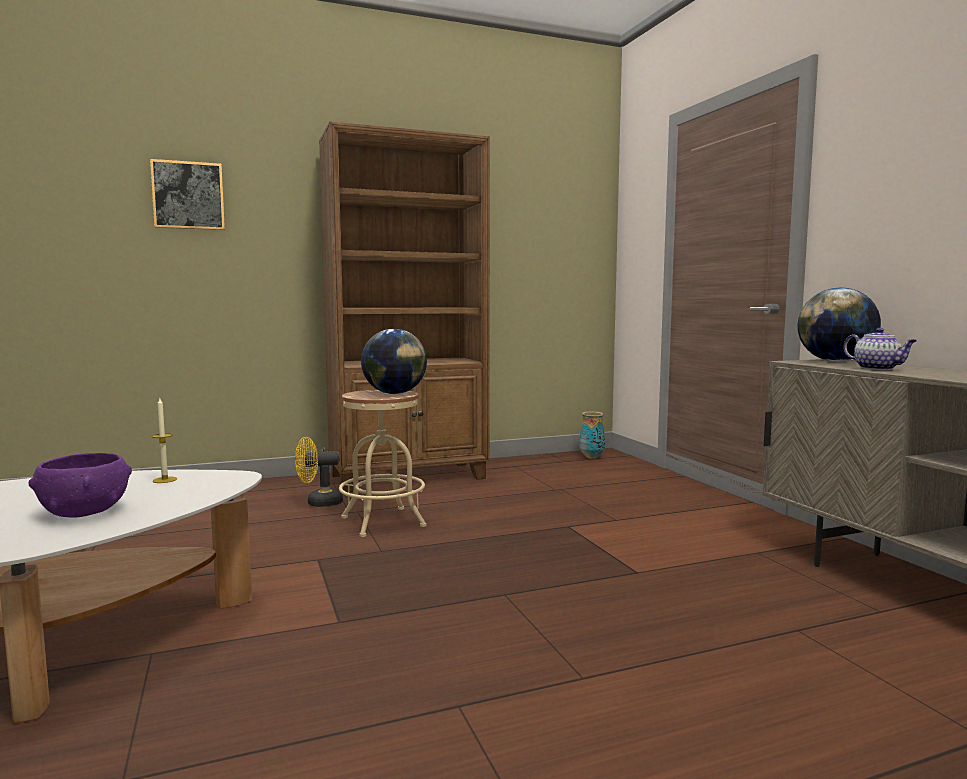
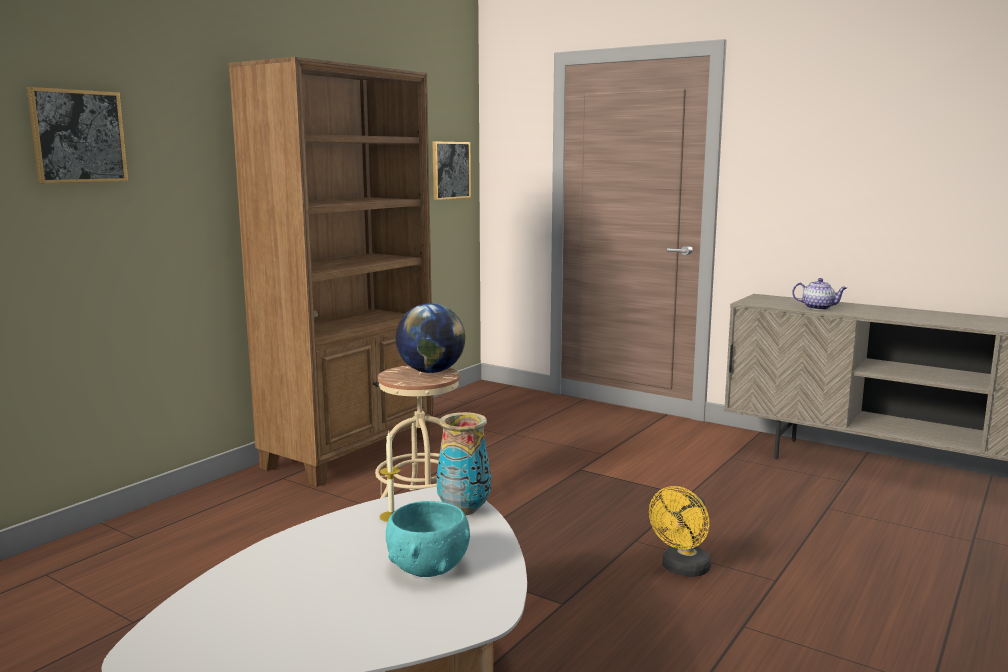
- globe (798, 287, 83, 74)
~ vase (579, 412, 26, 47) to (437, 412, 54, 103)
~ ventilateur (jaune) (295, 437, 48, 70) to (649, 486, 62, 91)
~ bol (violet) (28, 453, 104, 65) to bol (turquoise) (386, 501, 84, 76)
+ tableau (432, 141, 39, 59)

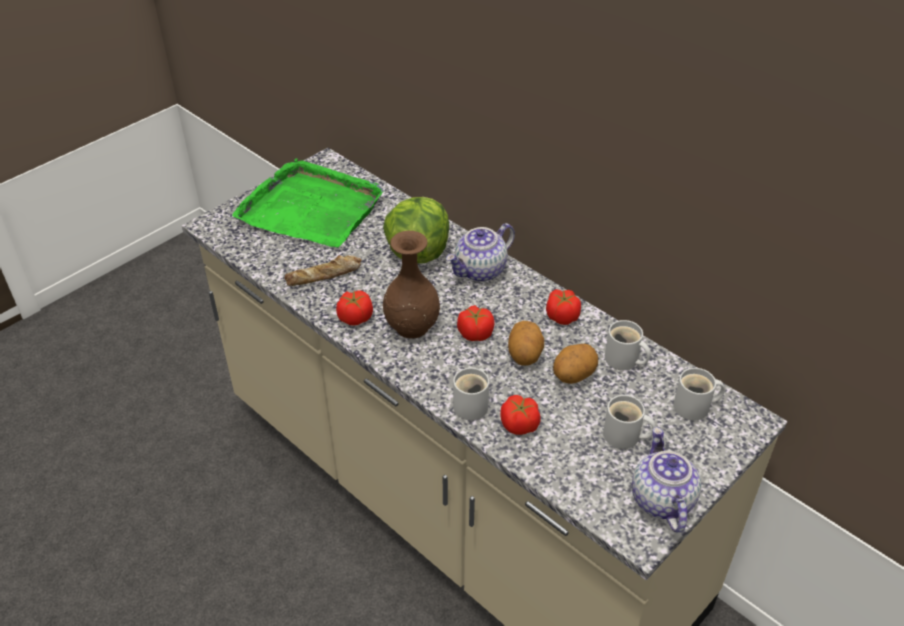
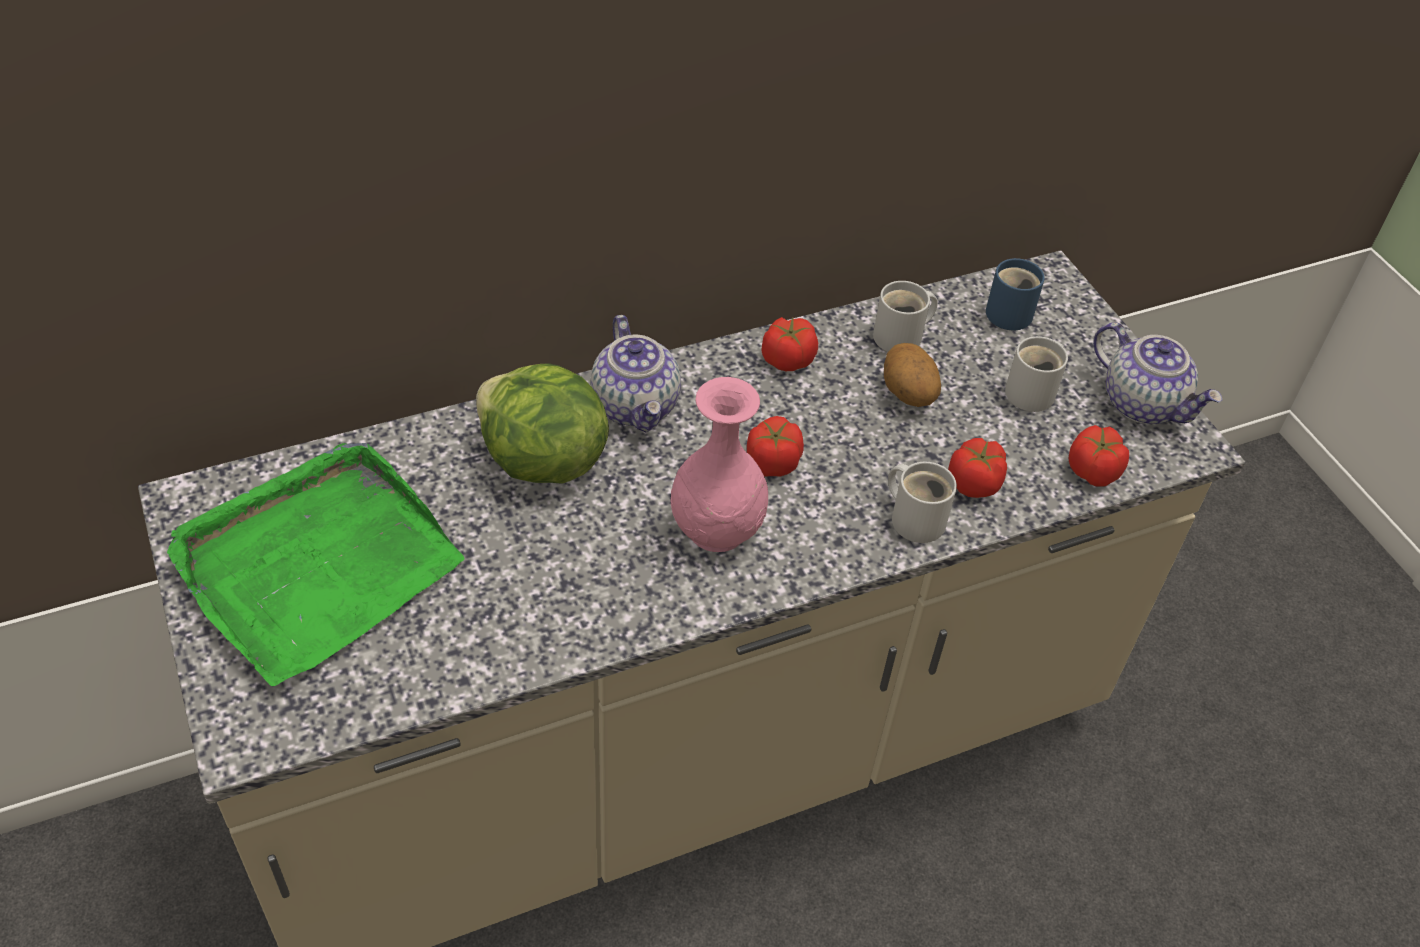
~ vase (marron) (383, 231, 57, 107) to vase (rose) (671, 377, 97, 175)
- pain (285, 255, 76, 31)
~ tomate (336, 290, 37, 35) to (1069, 425, 60, 62)
- pomme de terre (508, 321, 36, 45)
~ mug (blanc) (673, 368, 52, 52) to mug (bleu) (986, 258, 59, 72)
~ théière (632, 427, 69, 106) = (1093, 322, 129, 102) 150 degrees counterclockwise

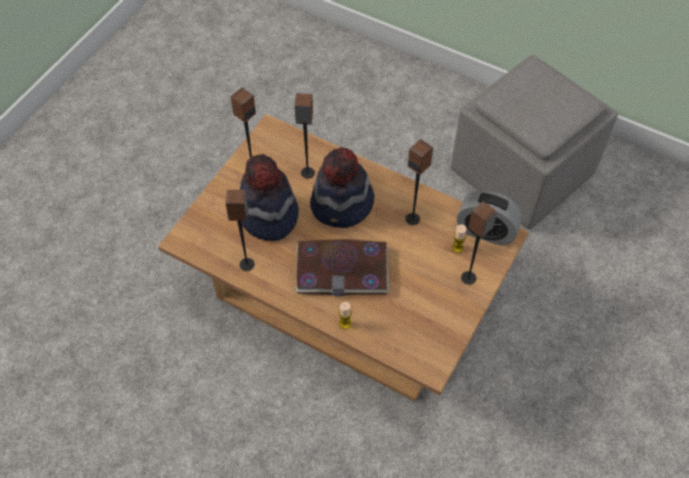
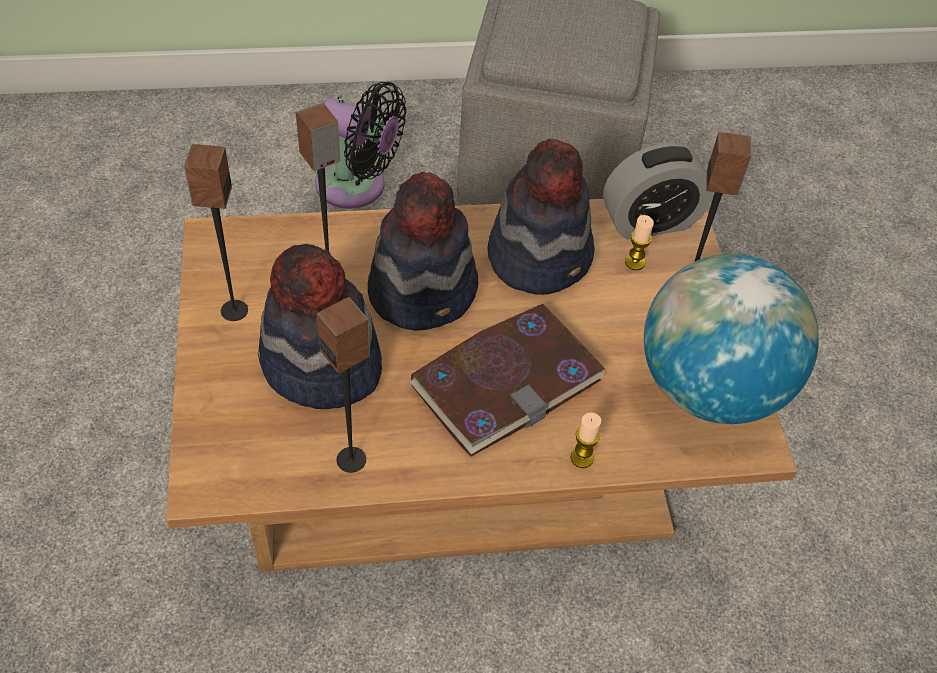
~ enceinte (406, 139, 27, 86) to chapeau (488, 139, 107, 156)
+ ventilateur (noir) (315, 82, 92, 127)
+ globe (644, 254, 175, 170)

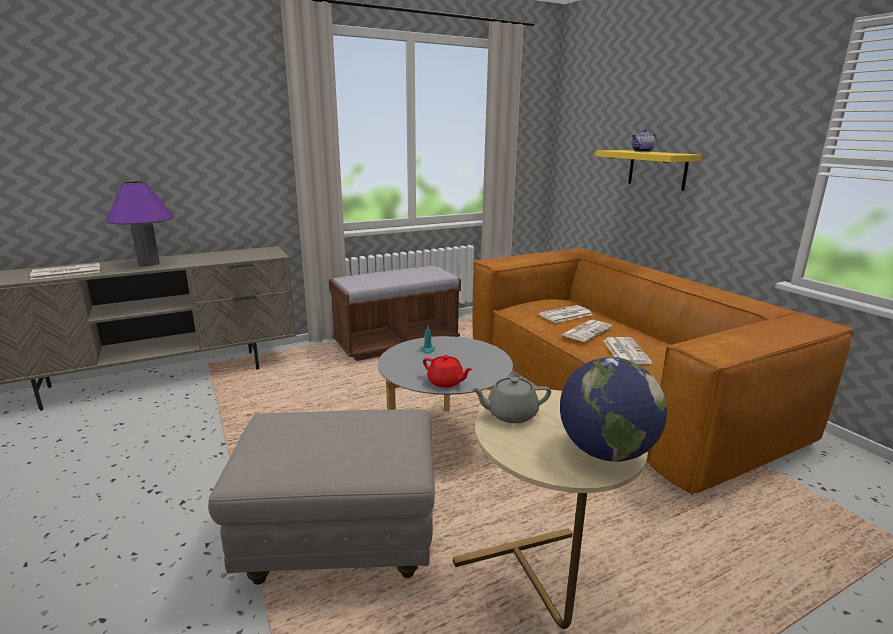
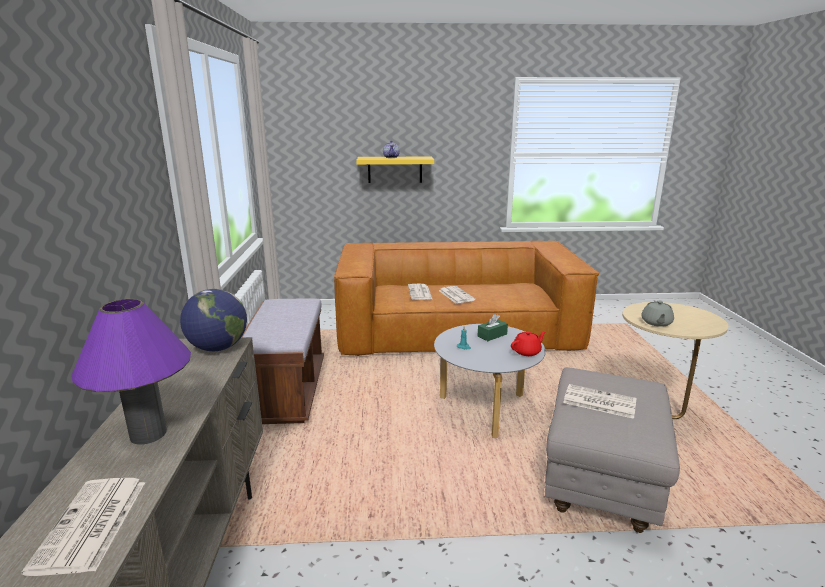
~ journal (603, 337, 49, 27) to (563, 384, 73, 35)
~ globe (560, 357, 107, 105) to (180, 289, 67, 62)
+ boîte à mouchoirs (vert) (478, 314, 30, 27)

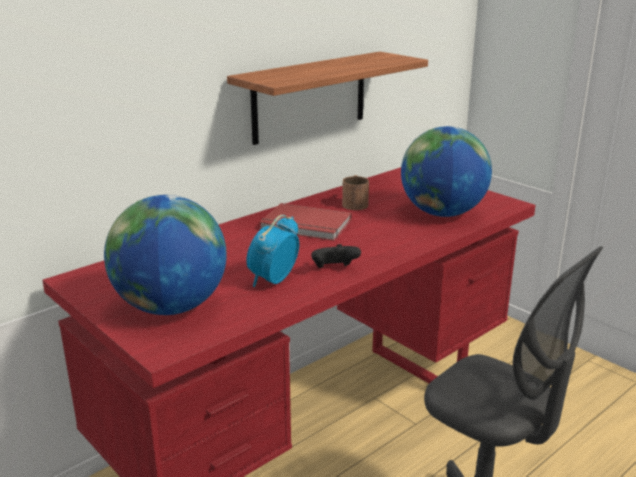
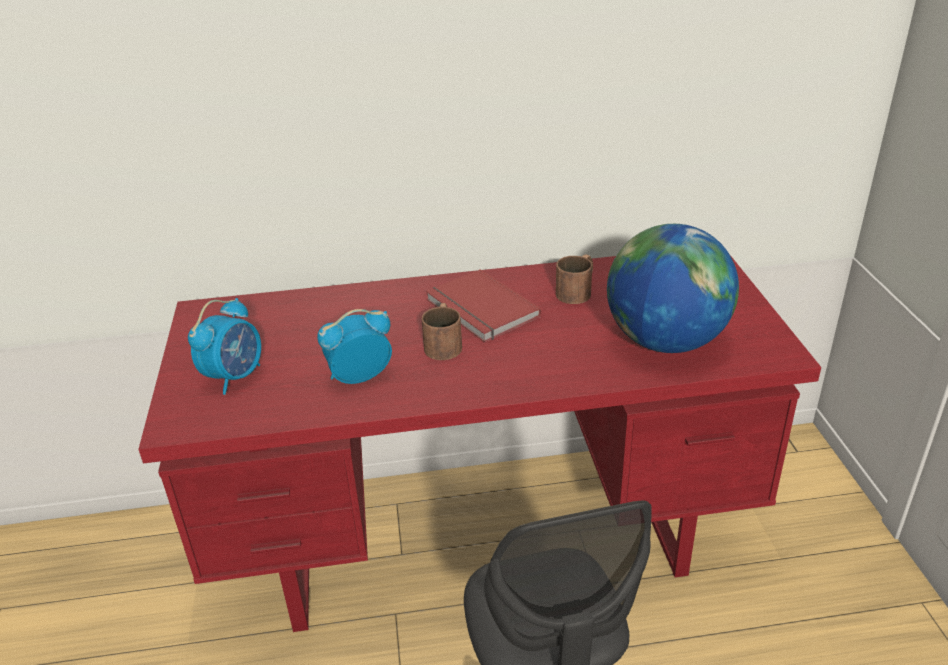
- étagère (227, 52, 201, 93)
~ globe (104, 195, 123, 120) to réveil (188, 298, 73, 97)
- manette (noir) (311, 244, 50, 24)
+ mug (marron) (422, 303, 40, 57)

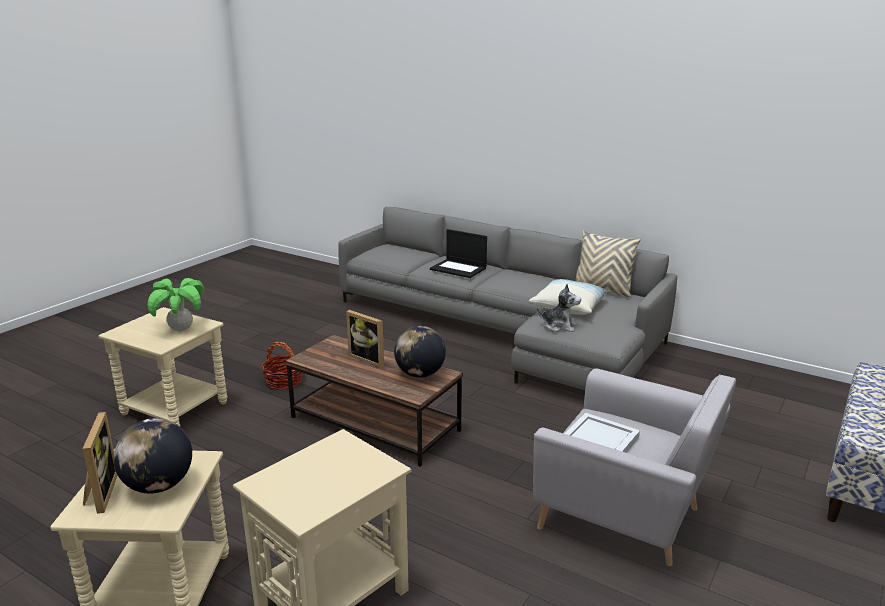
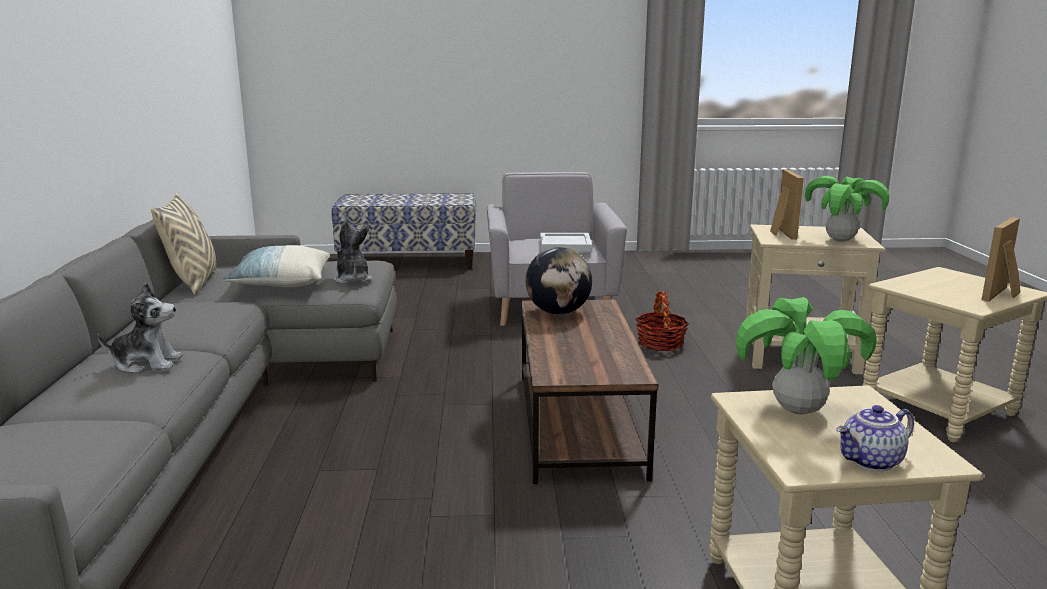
~ ordinateur portable (430, 229, 57, 49) to peluche (97, 283, 86, 91)
~ cadre photo (346, 310, 38, 58) to (770, 169, 34, 71)
~ panier (262, 342, 40, 48) to (636, 291, 53, 60)
- globe (113, 418, 79, 75)
+ plante en pot (805, 176, 84, 66)
+ théière (836, 405, 78, 66)

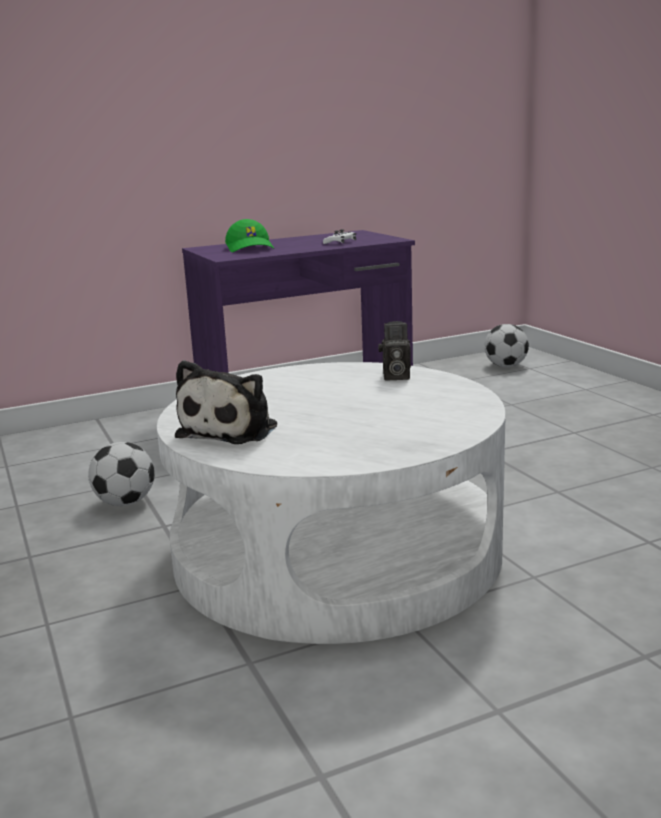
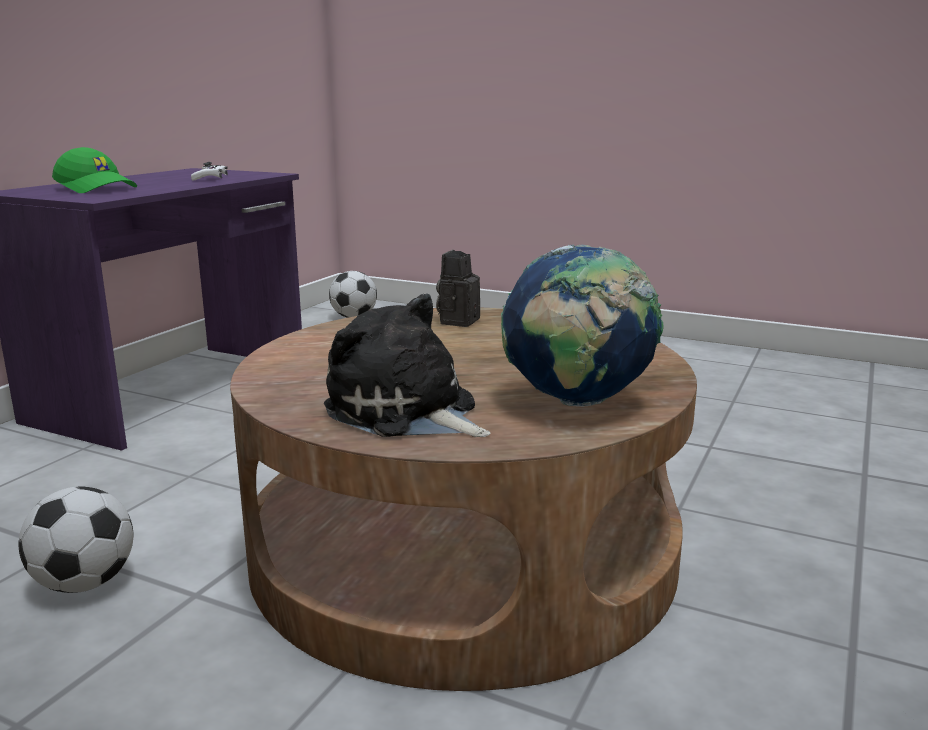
~ appareil photo (378, 321, 33, 59) = (436, 250, 44, 77) 150 degrees clockwise
~ peluche (175, 360, 102, 84) = (324, 293, 166, 144) 150 degrees clockwise
~ table basse (blanc) (157, 362, 349, 282) to table basse (marron) (230, 308, 467, 383)
+ globe (501, 244, 163, 163)

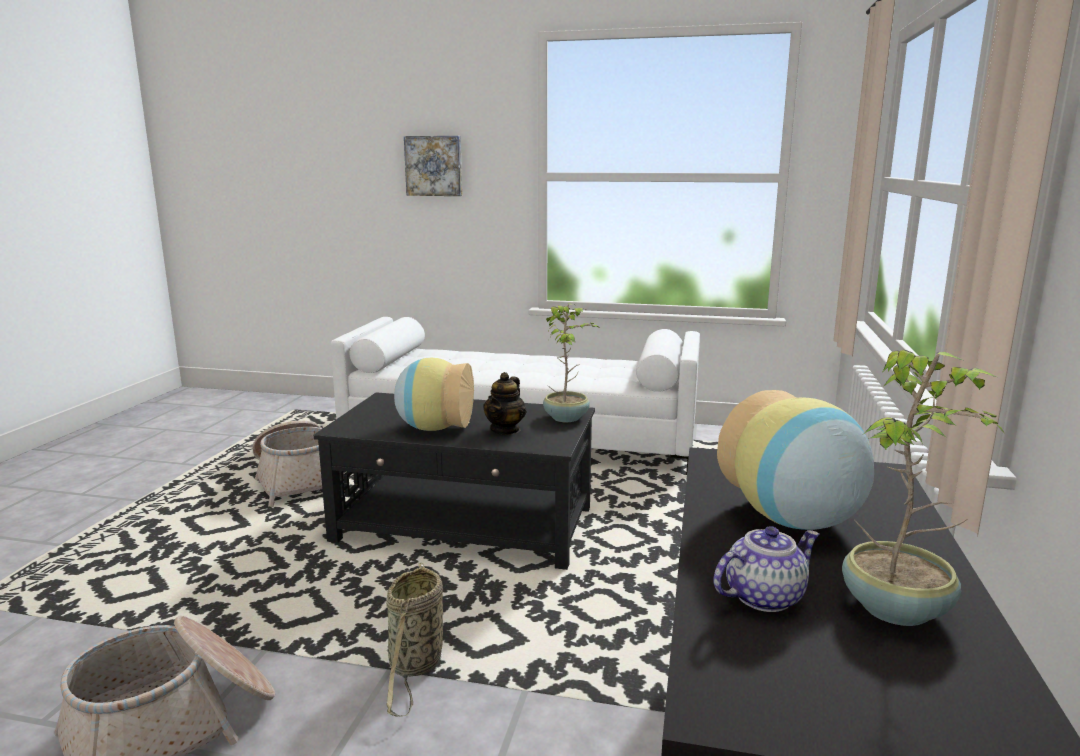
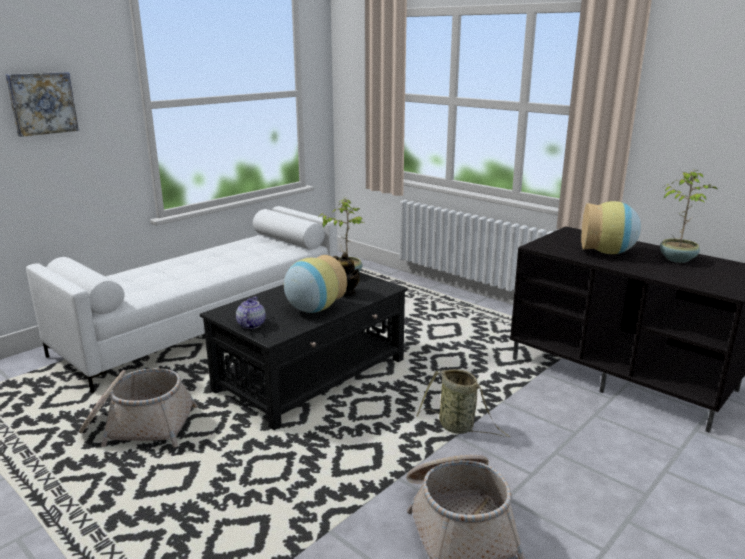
~ théière (713, 526, 106, 86) to (236, 297, 30, 32)

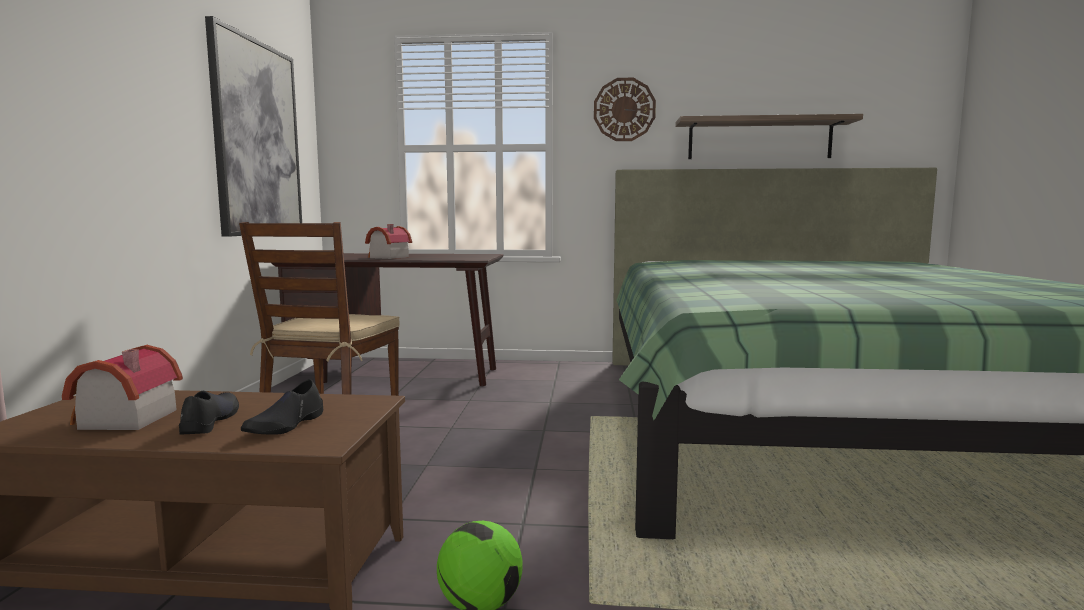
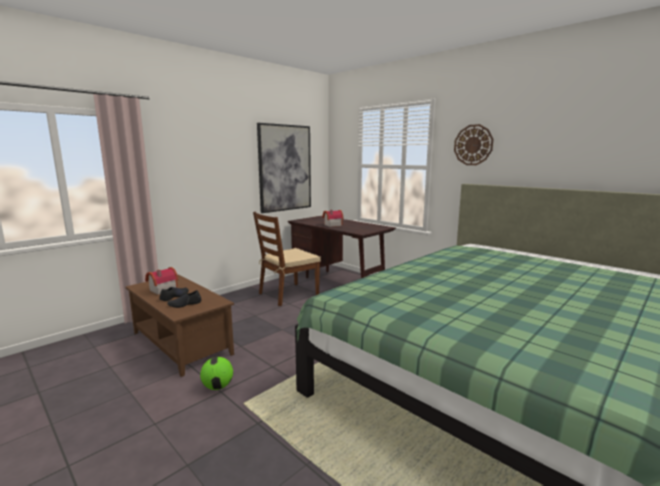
- étagère (675, 114, 188, 45)

